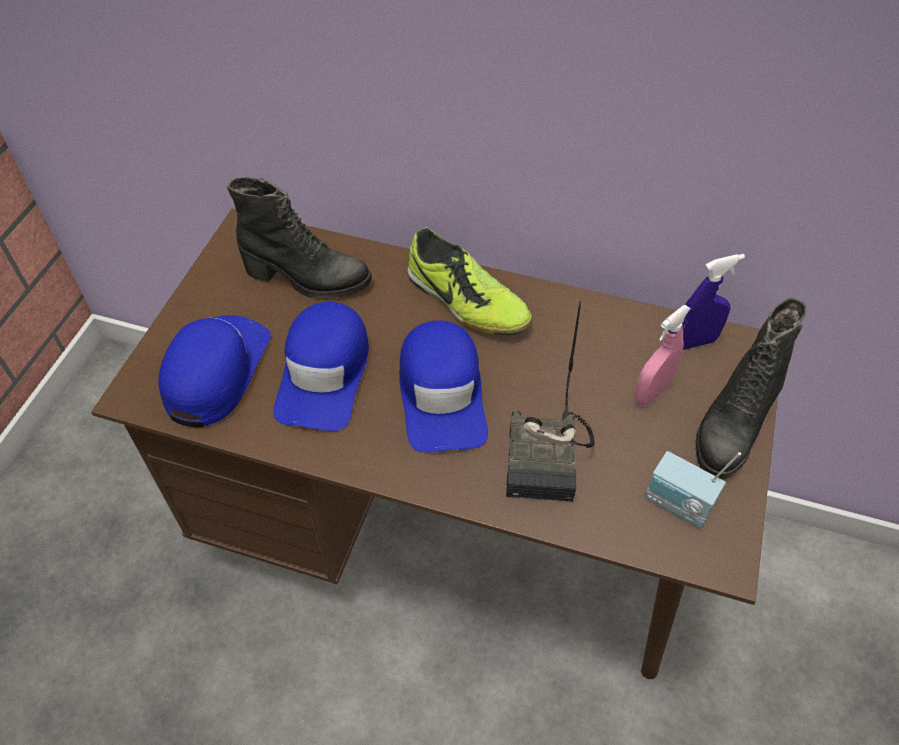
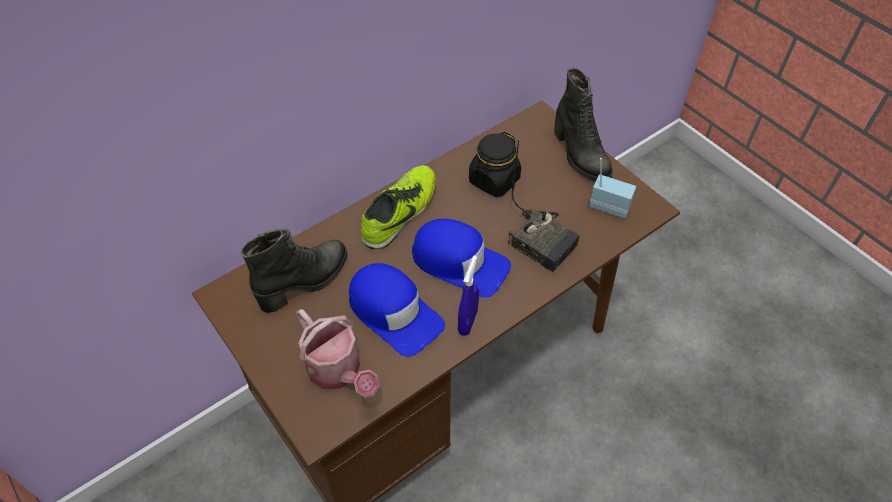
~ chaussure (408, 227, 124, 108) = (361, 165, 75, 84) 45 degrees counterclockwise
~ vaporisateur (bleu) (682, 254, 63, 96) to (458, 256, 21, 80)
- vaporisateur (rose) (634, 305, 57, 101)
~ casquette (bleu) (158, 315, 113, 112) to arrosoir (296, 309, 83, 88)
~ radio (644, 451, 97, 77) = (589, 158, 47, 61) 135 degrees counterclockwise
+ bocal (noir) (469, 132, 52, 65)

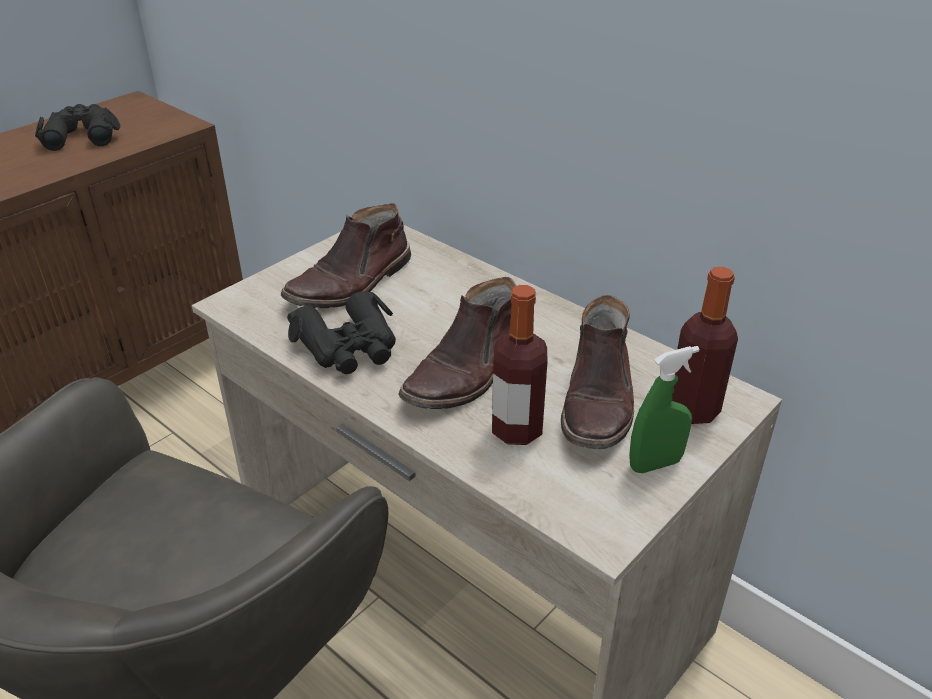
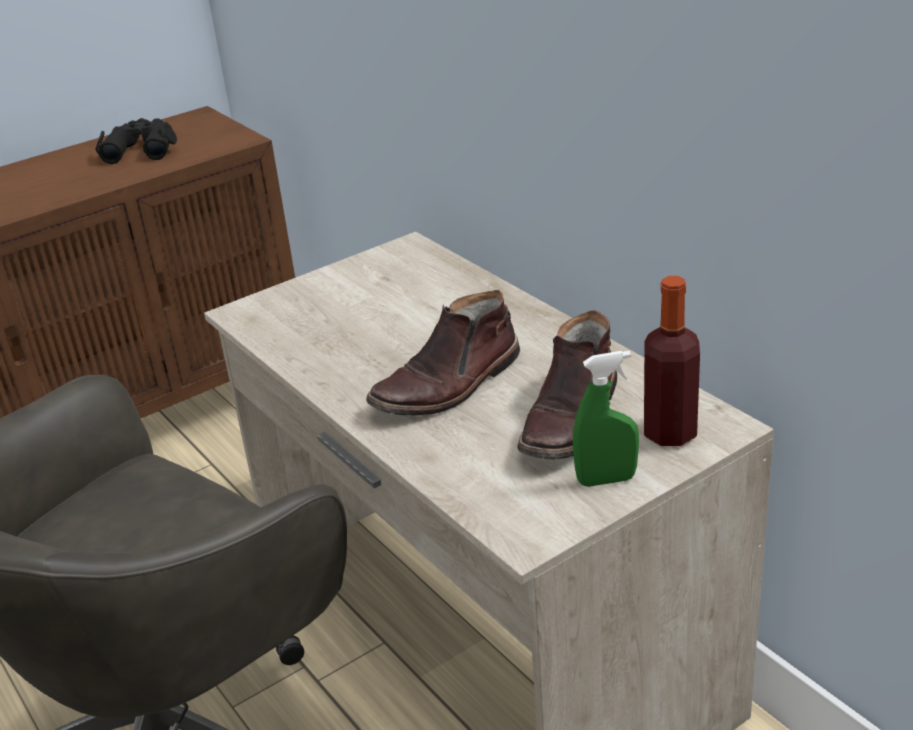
- botte (marron) (281, 203, 130, 105)
- bouteille (492, 285, 56, 160)
- jumelles (noir) (287, 292, 109, 82)

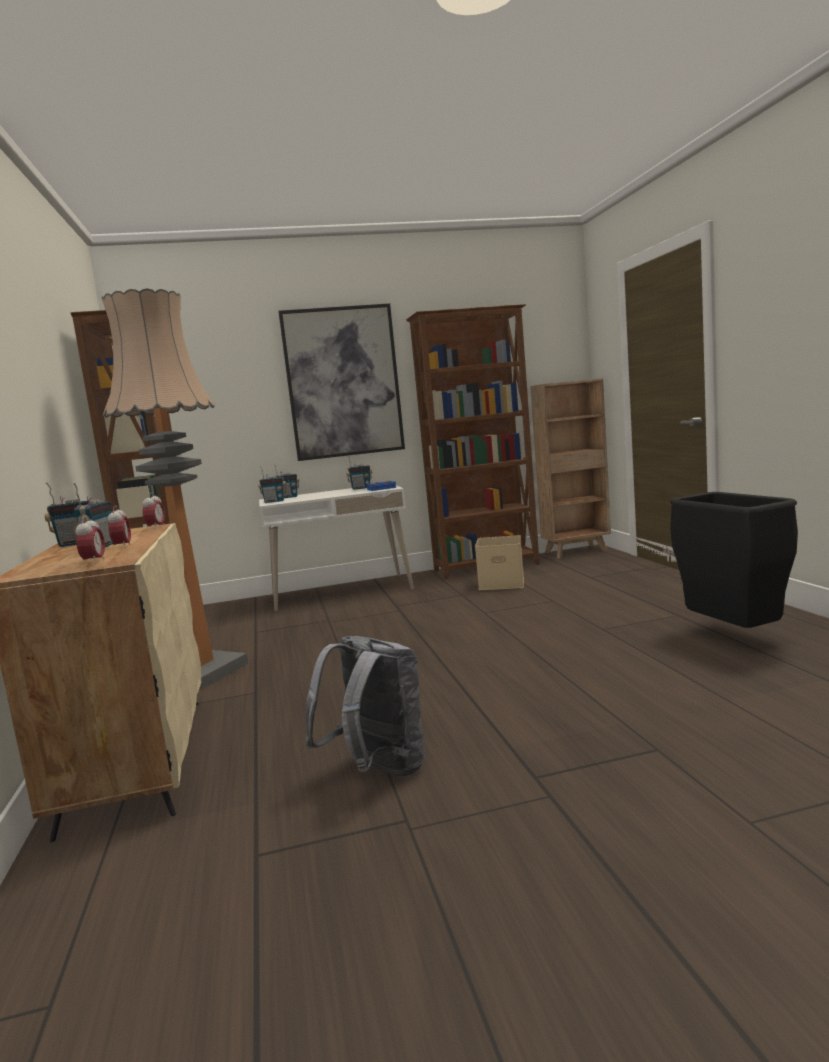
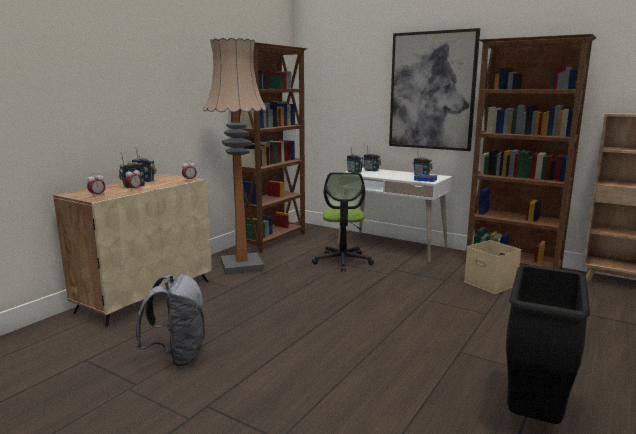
+ chaise de bureau (312, 172, 62, 100)

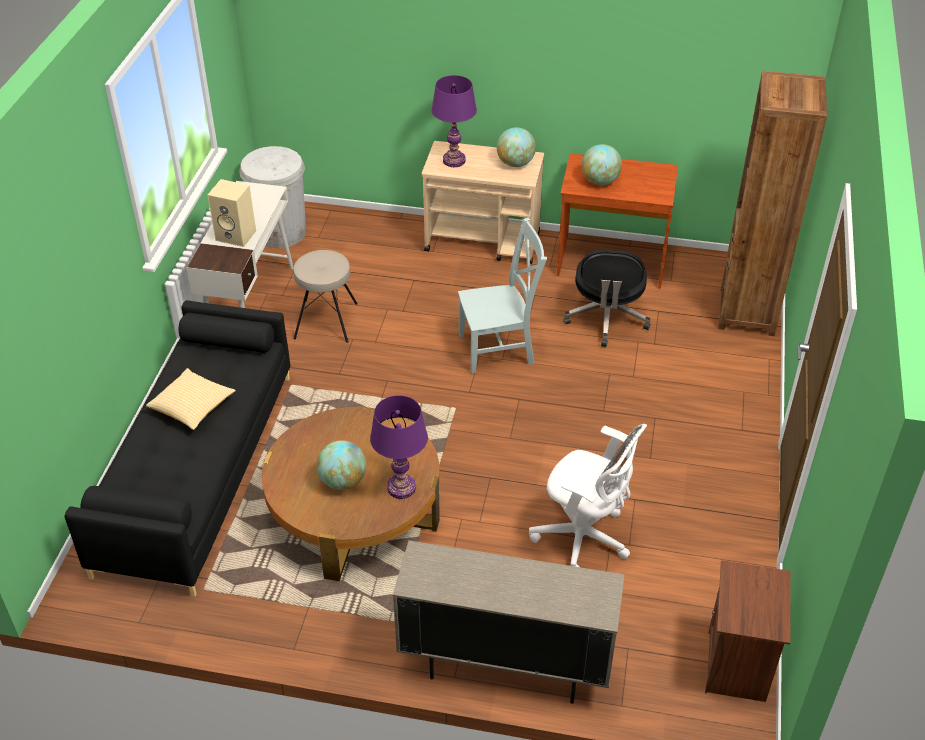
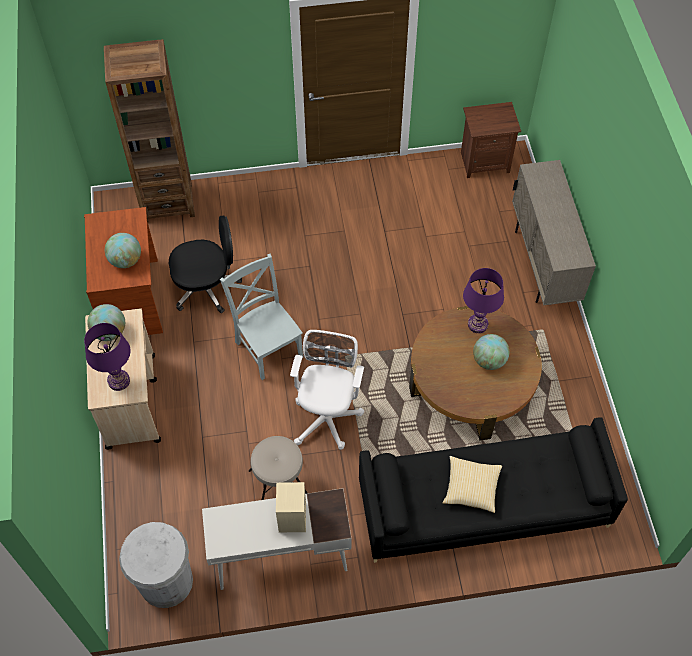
~ chaise de bureau (blanc) (529, 424, 118, 143) to (290, 330, 74, 120)

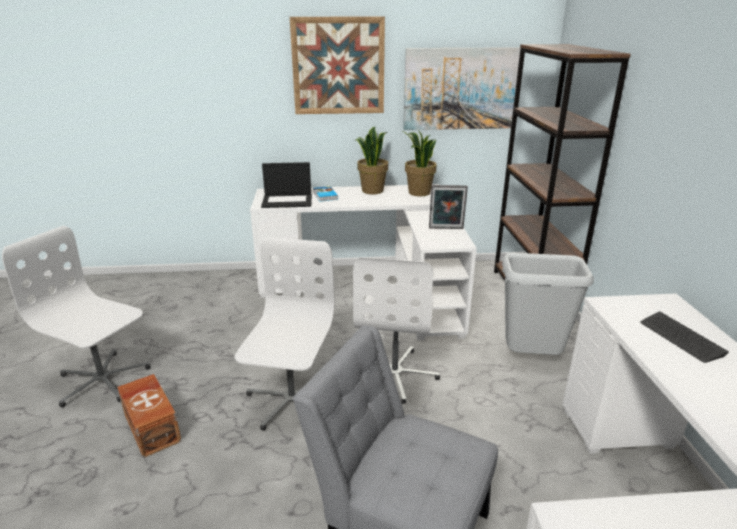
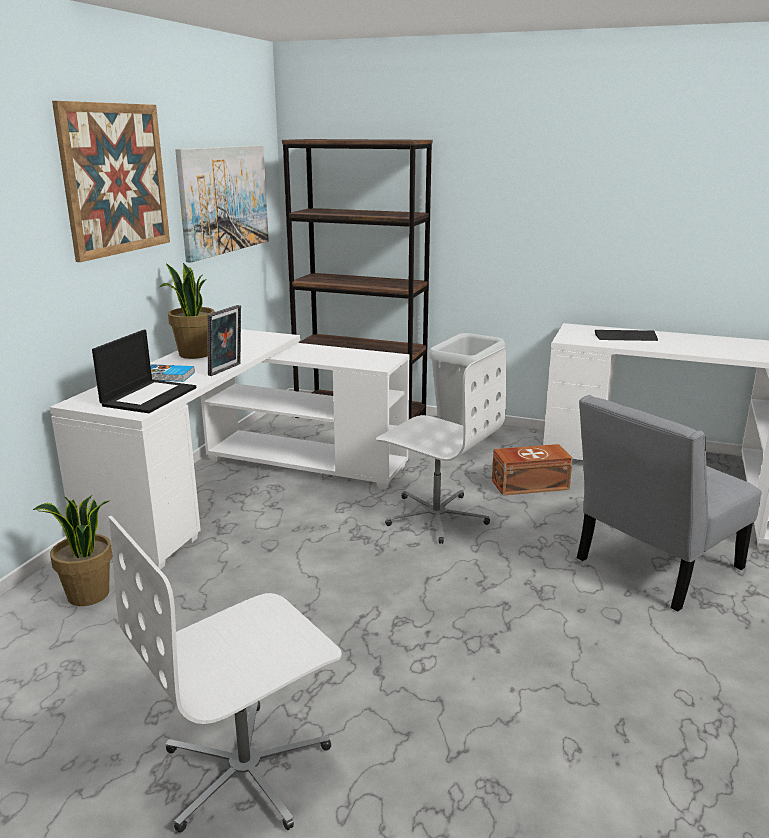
~ plante en pot (404, 130, 33, 66) to (33, 495, 80, 111)
~ cadre photo (429, 185, 39, 44) to (207, 305, 34, 71)
- chaise de bureau (blanc) (235, 237, 100, 194)
~ boîte de rangement (marron) (117, 374, 65, 84) to (492, 444, 81, 52)

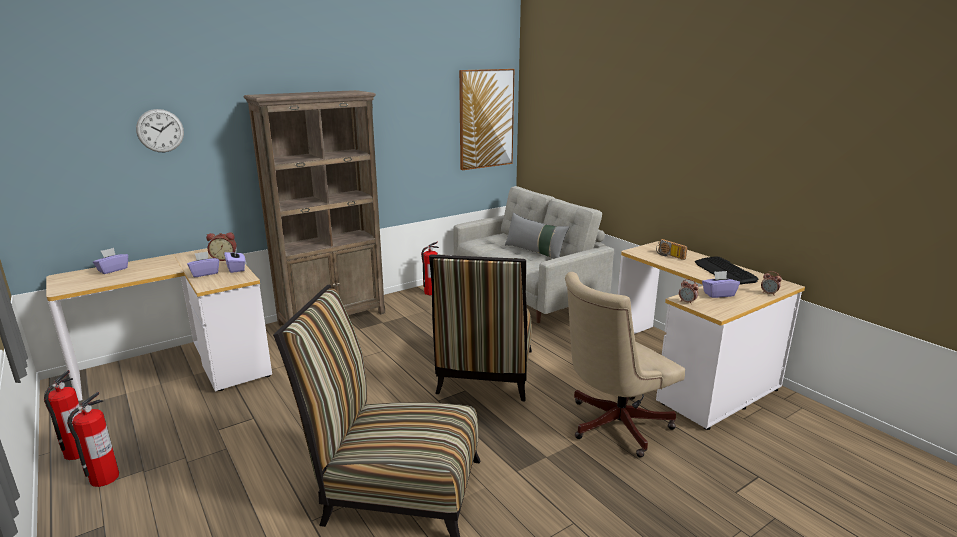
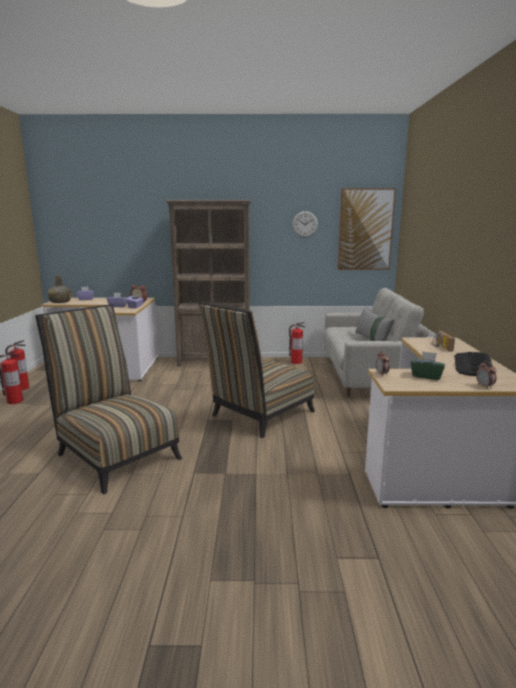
~ horloge murale (136, 109, 48, 43) to (292, 211, 26, 27)
~ boîte à mouchoirs (violet) (702, 271, 38, 27) to boîte à mouchoirs (vert) (410, 351, 35, 29)
- chaise de bureau (beige) (565, 272, 120, 185)
+ bouteille (vert) (47, 276, 25, 27)

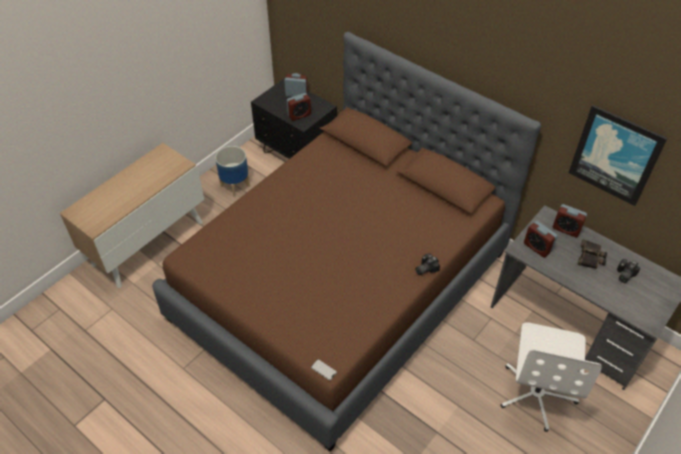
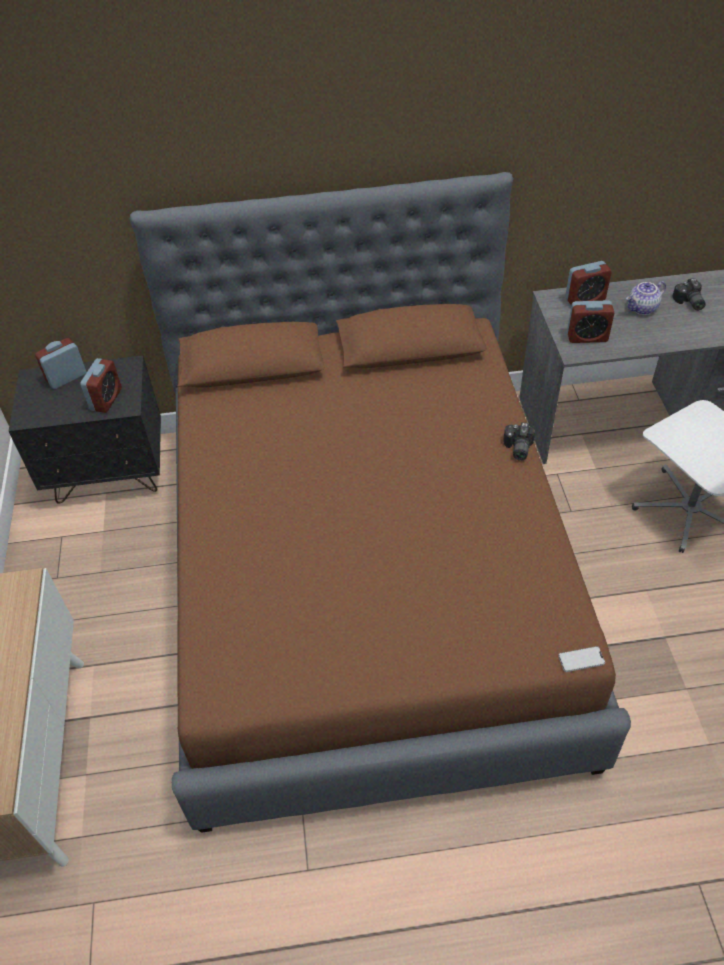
- tableau (568, 105, 99, 101)
- cache-pot (215, 146, 35, 51)
~ jumelles (578, 239, 29, 30) to théière (626, 281, 40, 34)

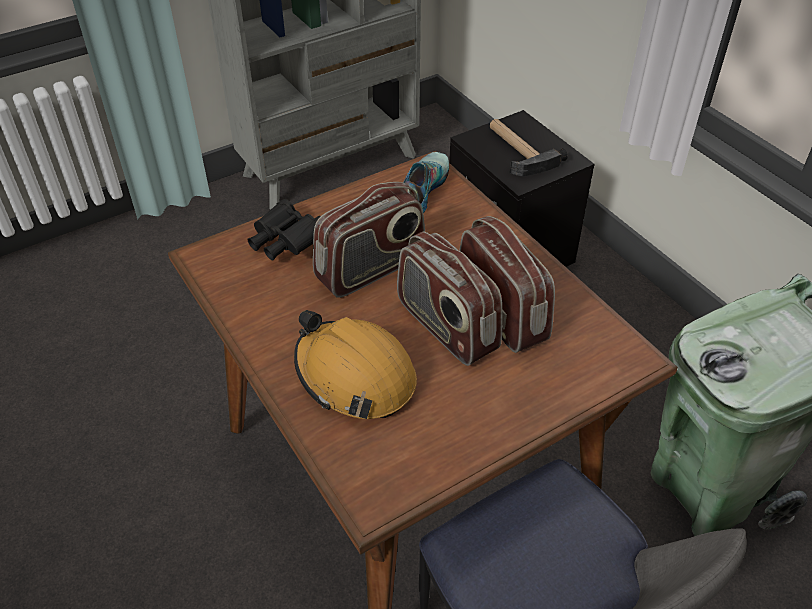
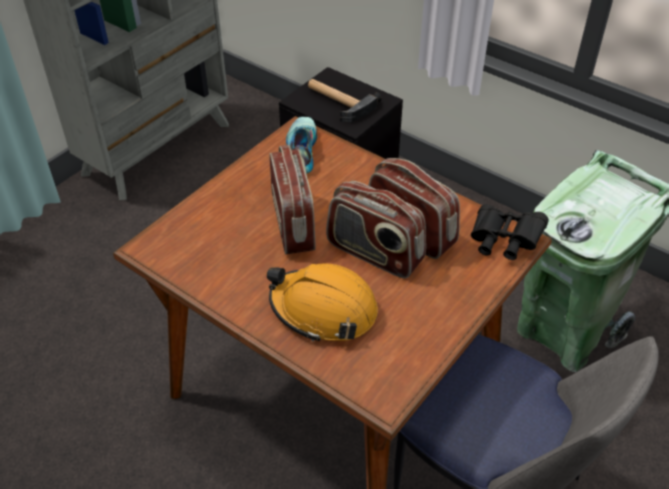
~ radio (313, 182, 112, 116) = (269, 145, 46, 109) 45 degrees counterclockwise
~ jumelles (noir) (248, 199, 73, 62) to (471, 204, 78, 56)

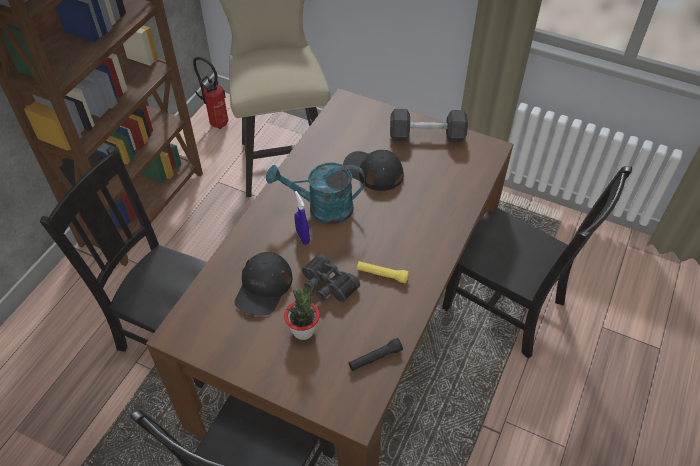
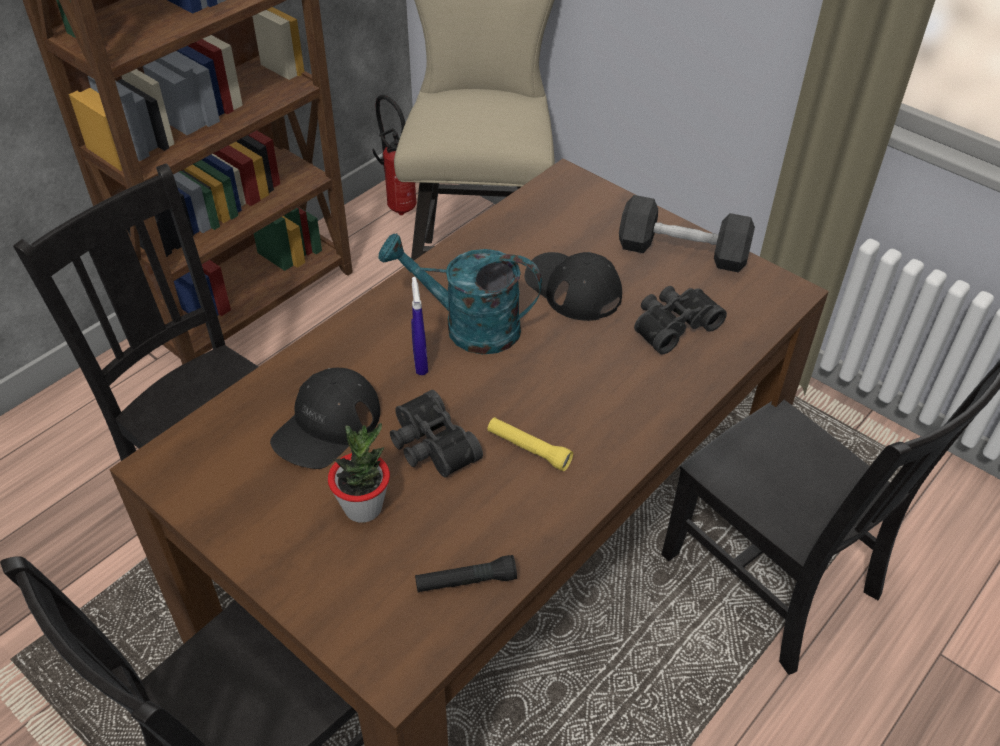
+ jumelles (noir) (634, 286, 93, 68)

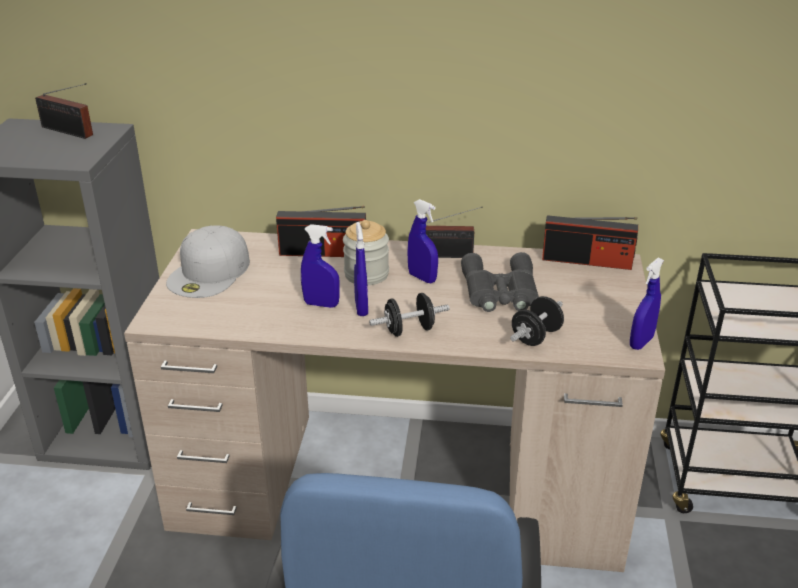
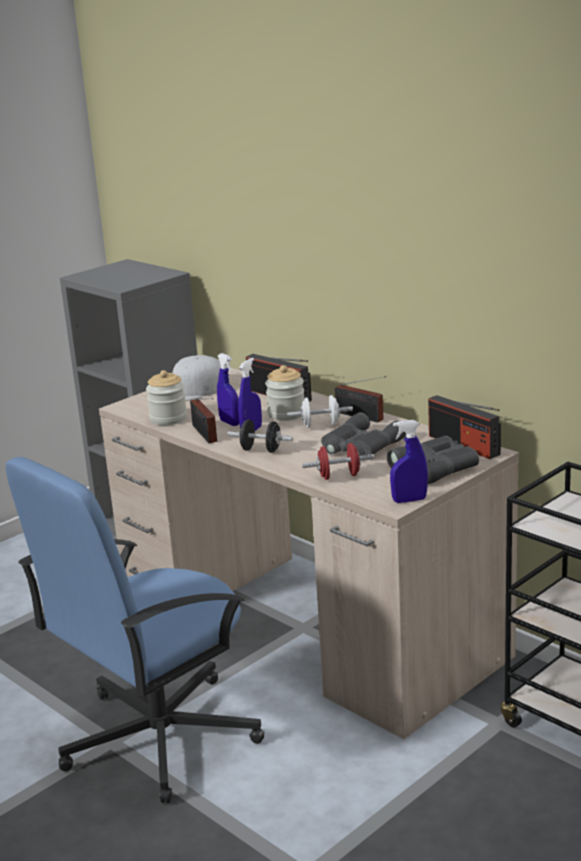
~ radio (35, 83, 58, 56) to (190, 398, 27, 45)
~ vaporisateur (bleu) (407, 199, 31, 84) to haltère (blanc) (287, 395, 66, 33)
~ haltère (noir) (510, 296, 54, 50) to haltère (rouge) (302, 443, 72, 37)
+ bocal (146, 370, 41, 55)
+ jumelles (gris) (387, 436, 92, 49)

